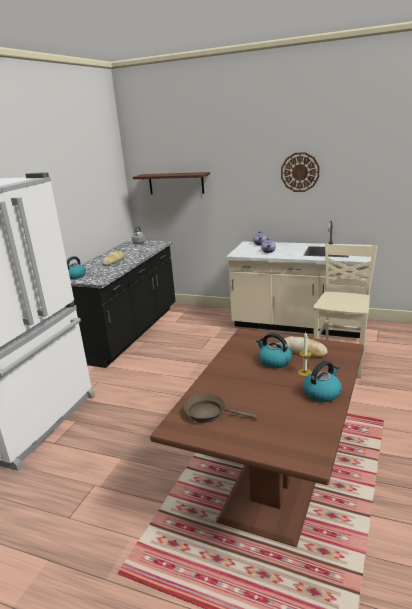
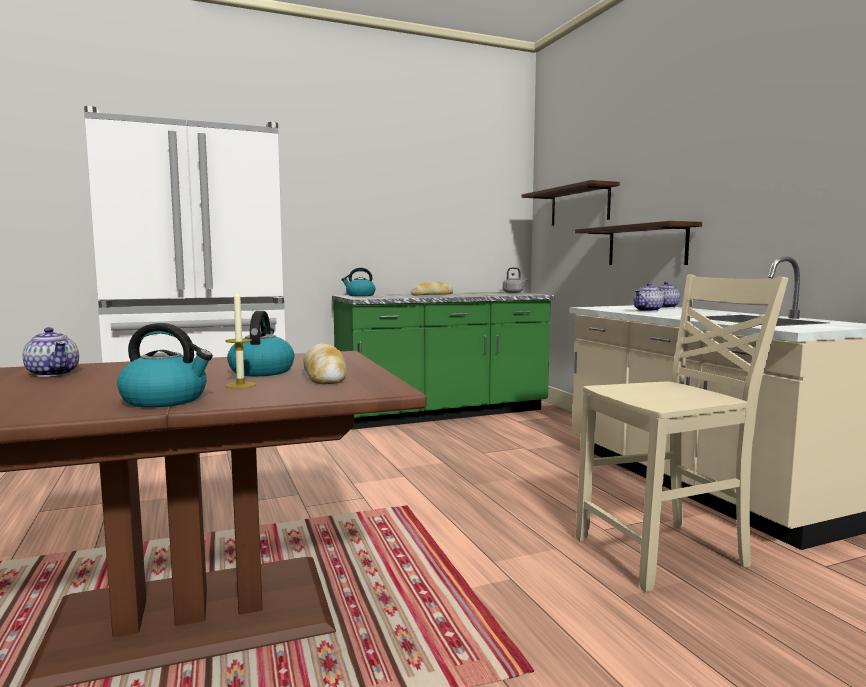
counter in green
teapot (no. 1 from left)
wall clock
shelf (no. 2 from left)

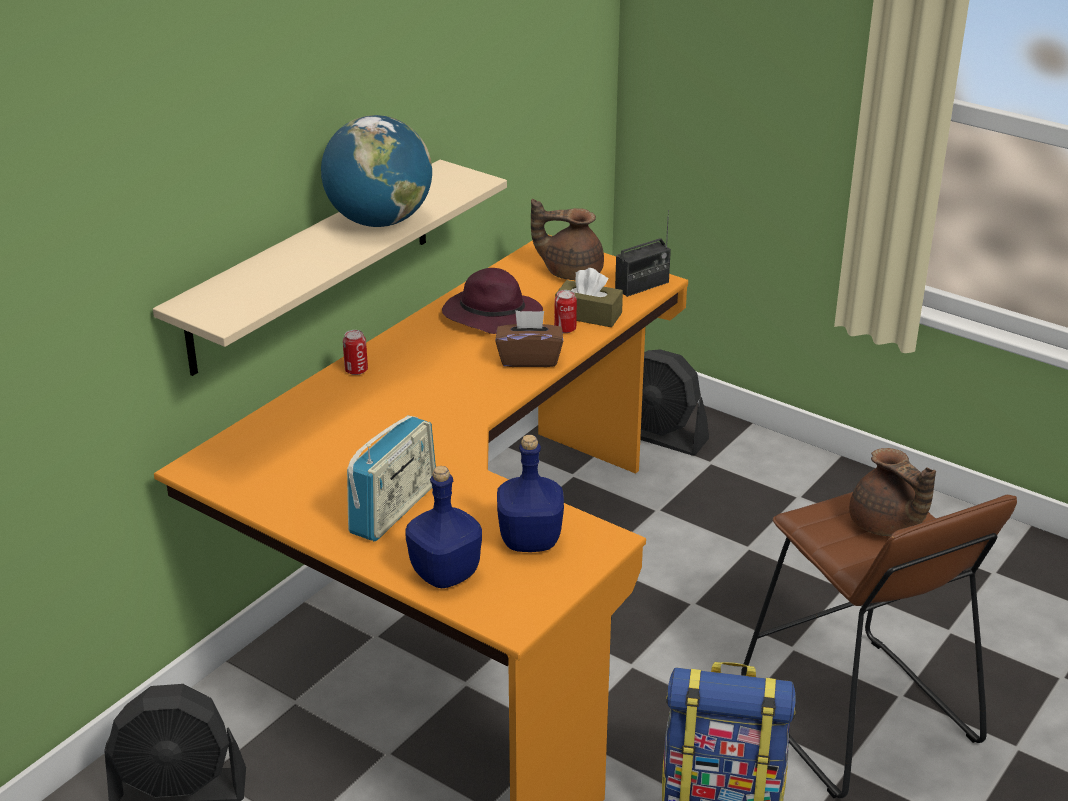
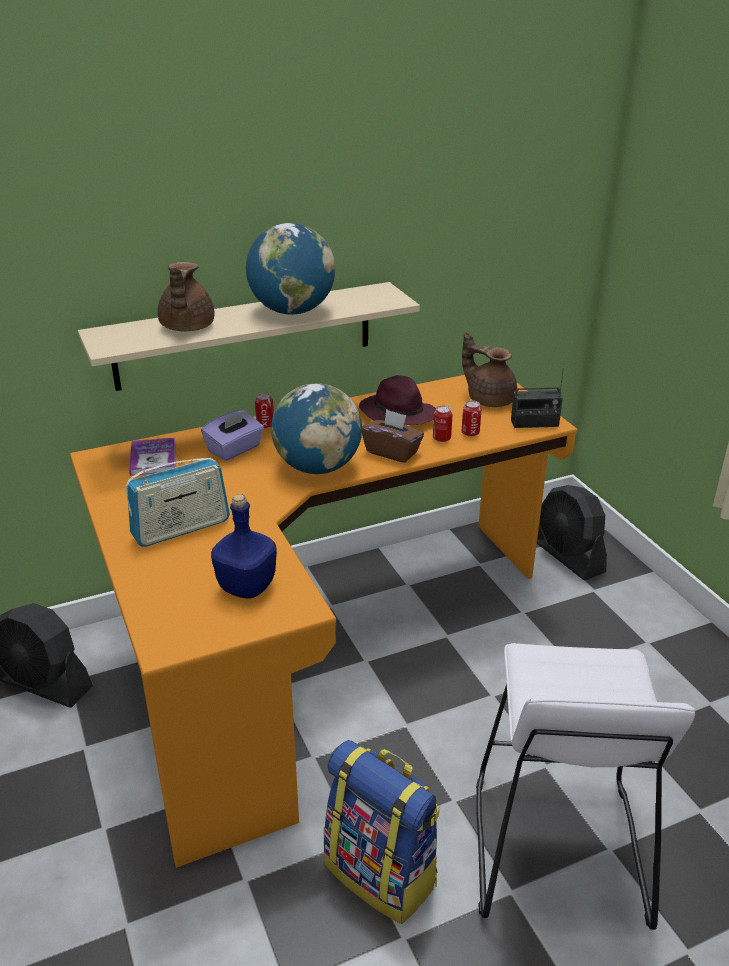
bottle in blue (no. 1 from left in the first image)
can (no. 3 from left)
stool in white
teapot in brown (no. 1 from left)
book
tissue box in purple
globe (no. 2 from left)

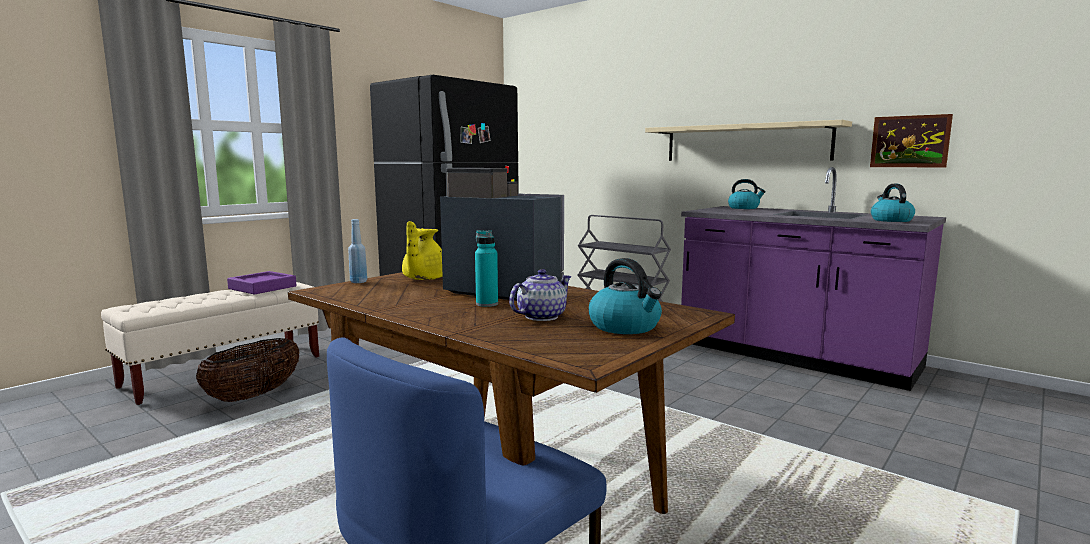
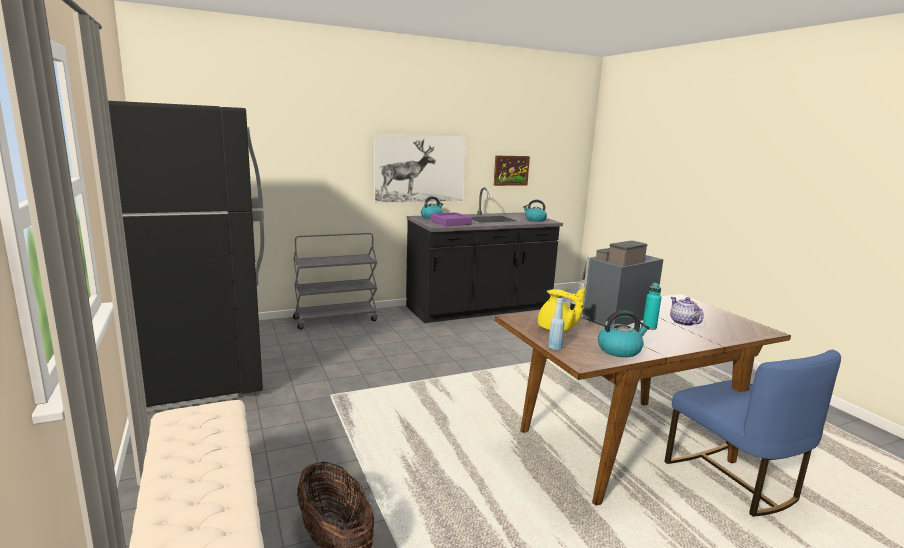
tray in purple
kettle (no. 3 from left)
picture (no. 1 from left)
counter in black

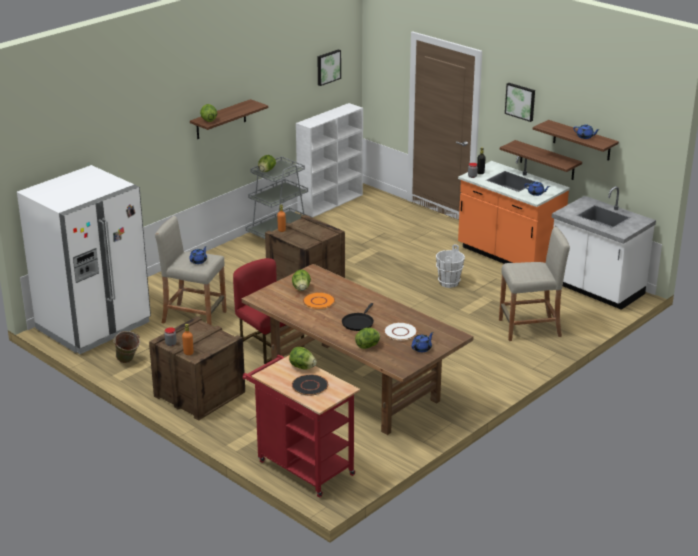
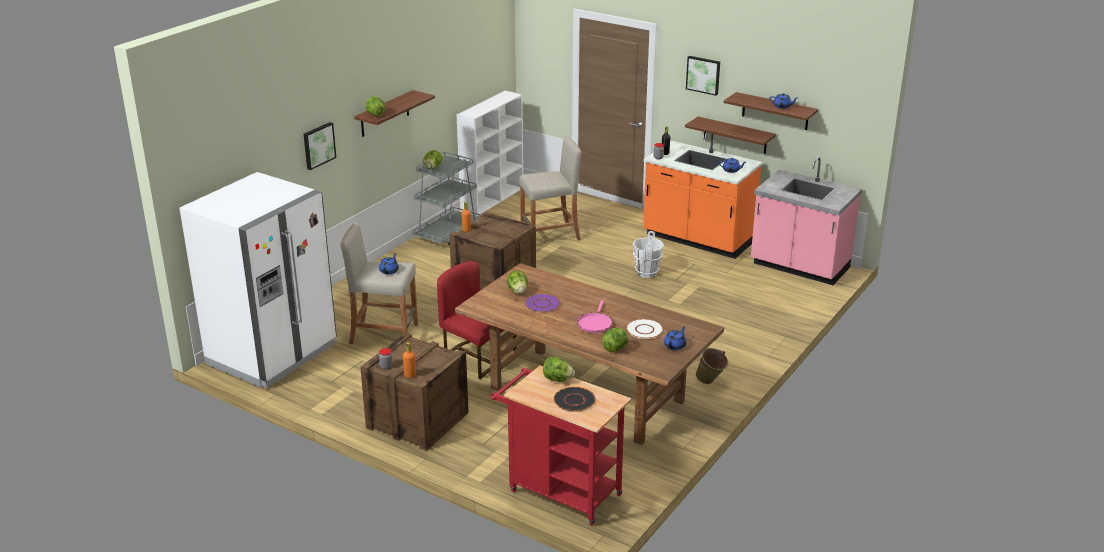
bucket in green
plate in purple
picture (no. 1 from left)
frying pan in pink
stool in beige (no. 2 from left)
counter in pink

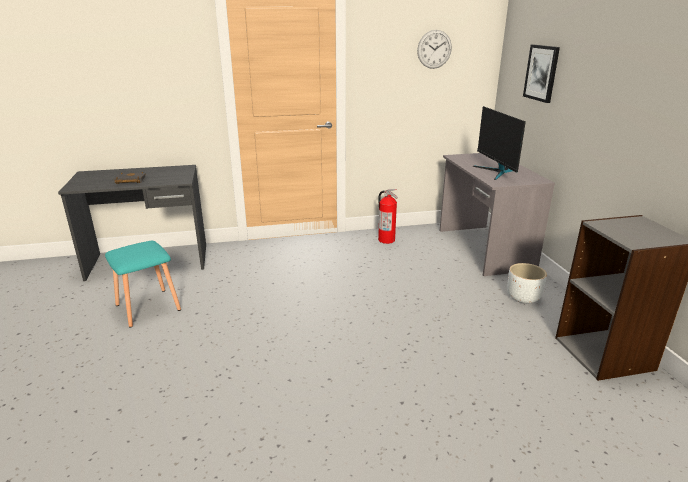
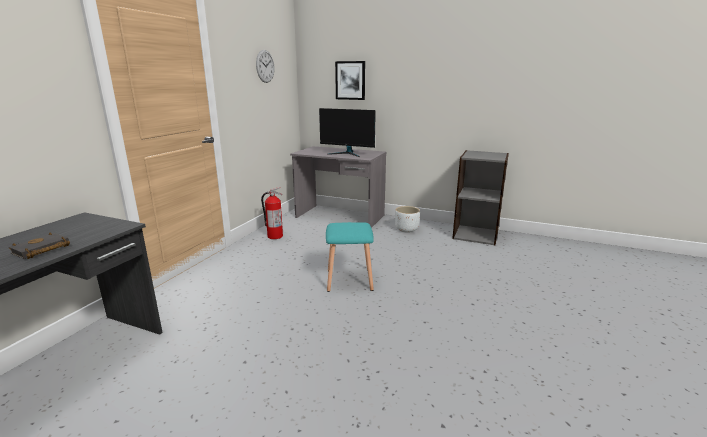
stool in turquoise

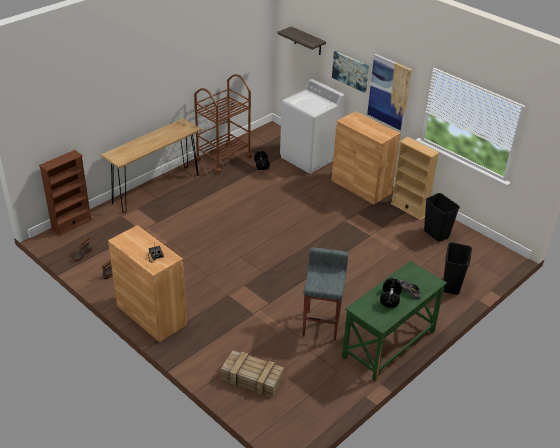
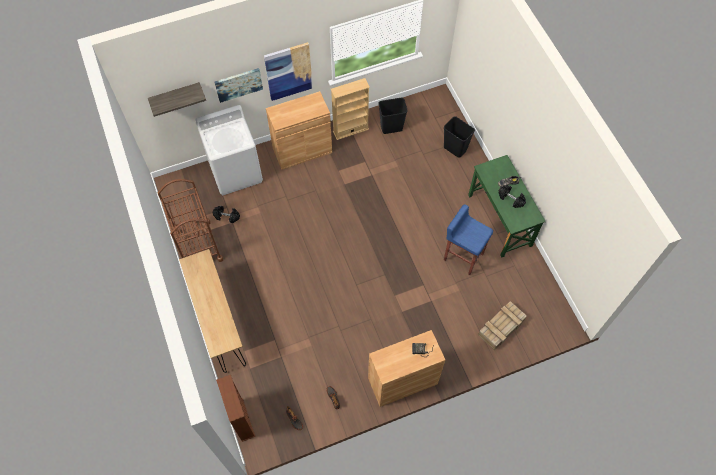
stool in blue

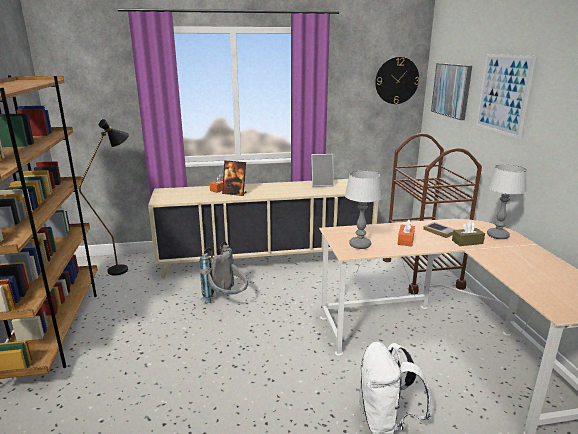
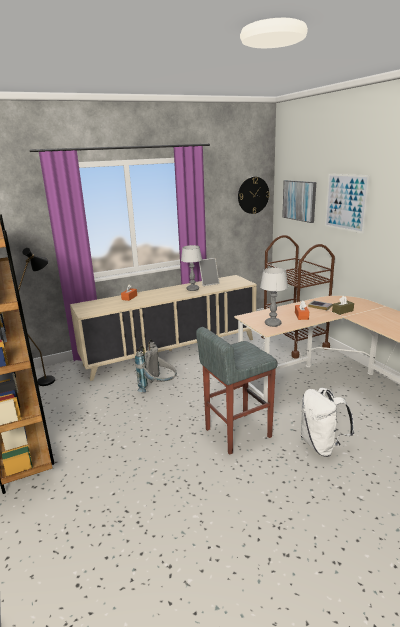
picture frame (no. 1 from left in the first image)
table lamp (no. 1 from left)
stool in grey

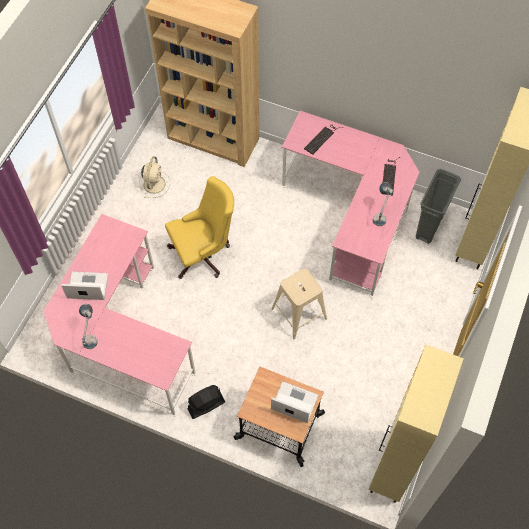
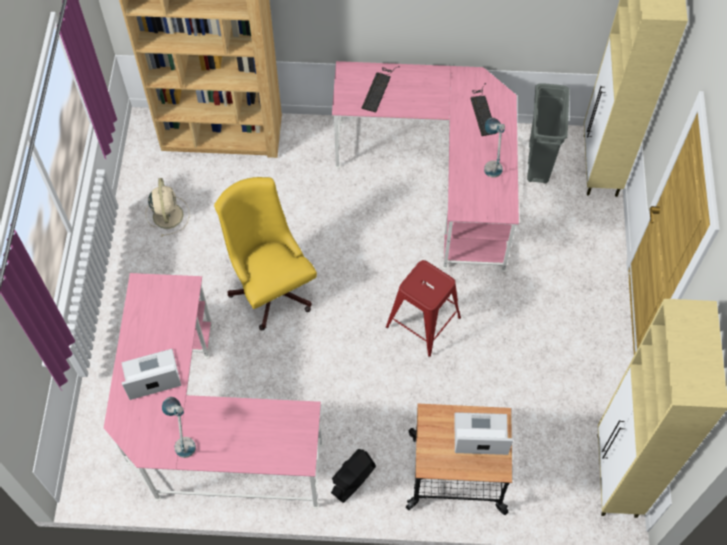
office chair in yellow
stool in red

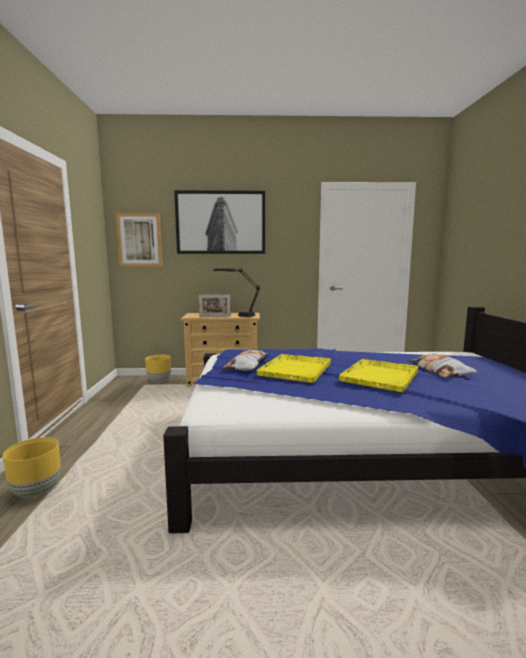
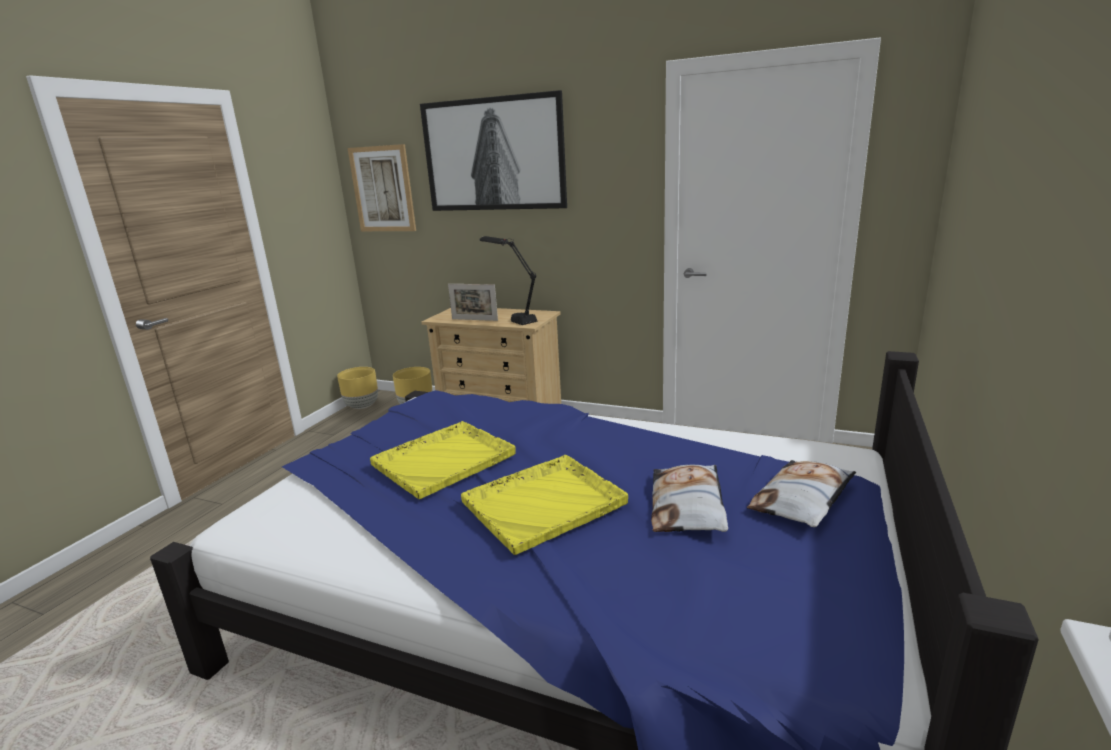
planter in yellow (no. 1 from left)
pillow (no. 2 from left)

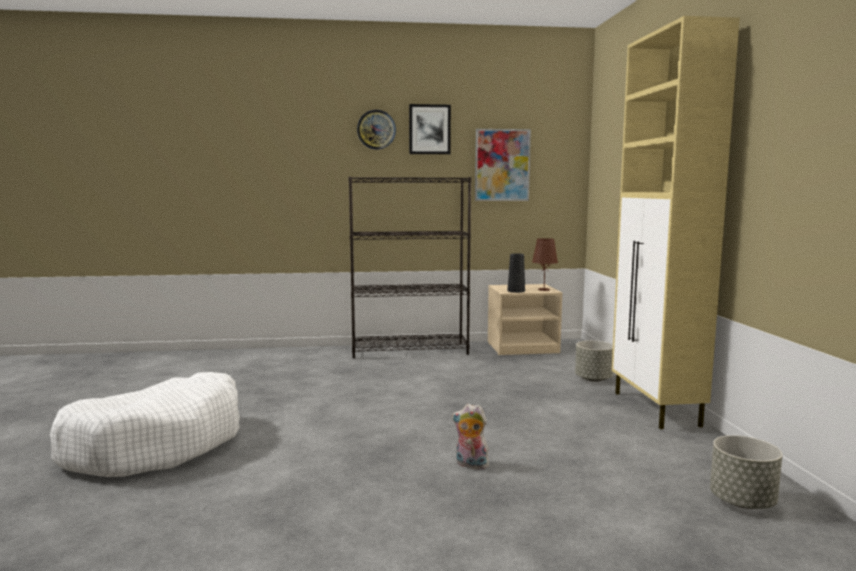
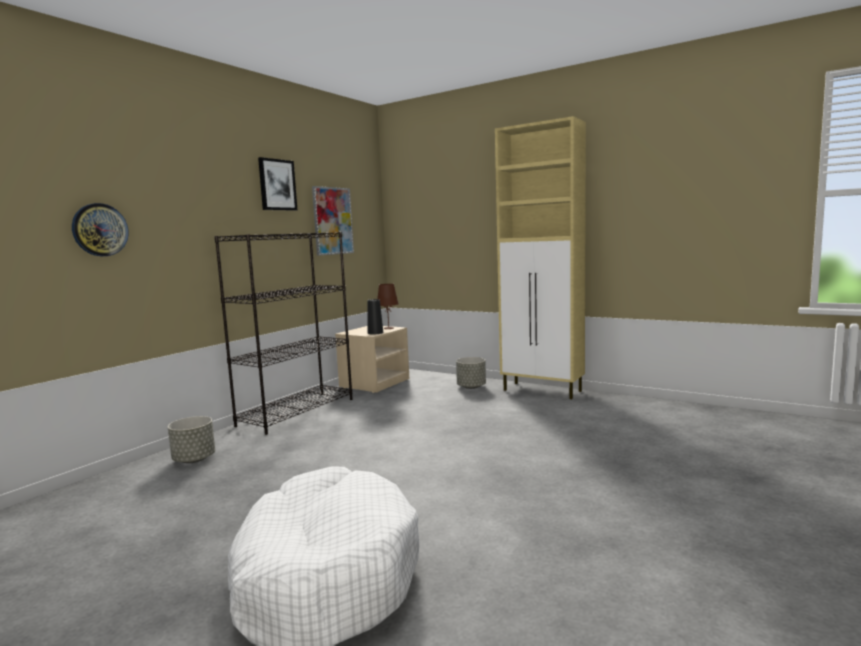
wall clock
plush toy
planter in grey (no. 1 from left)

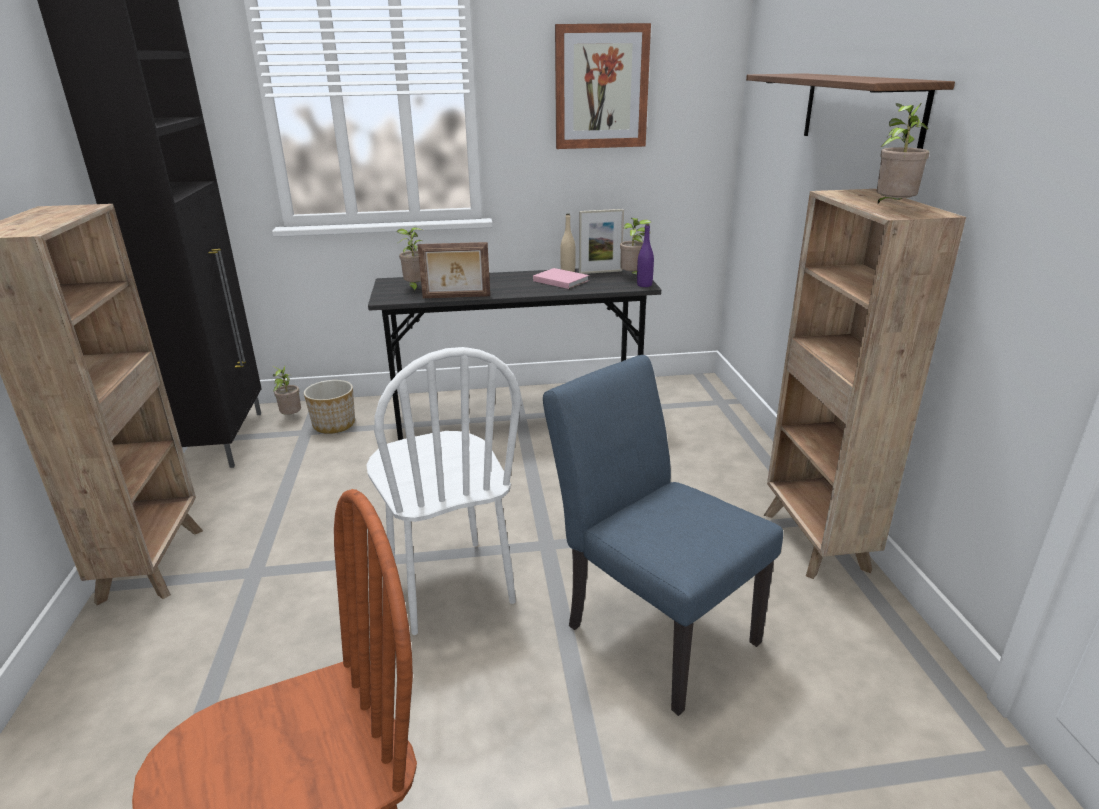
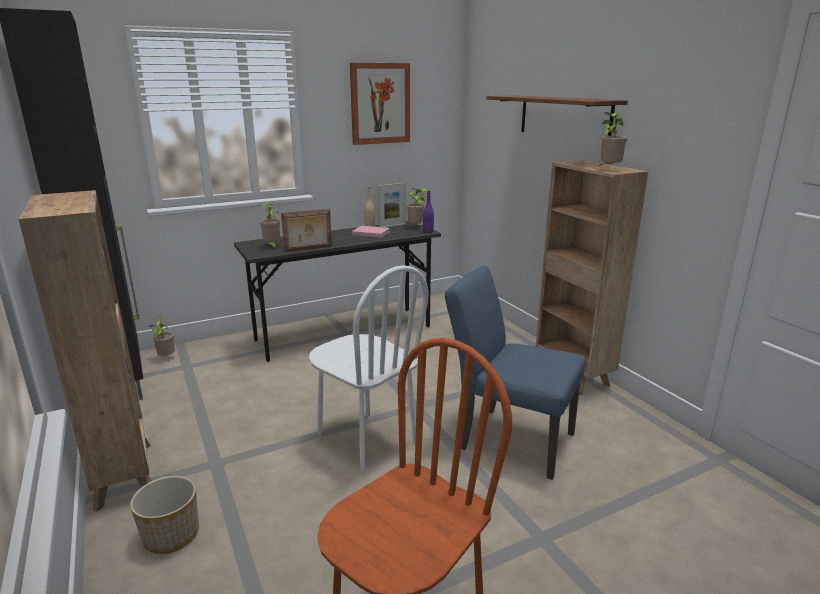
planter

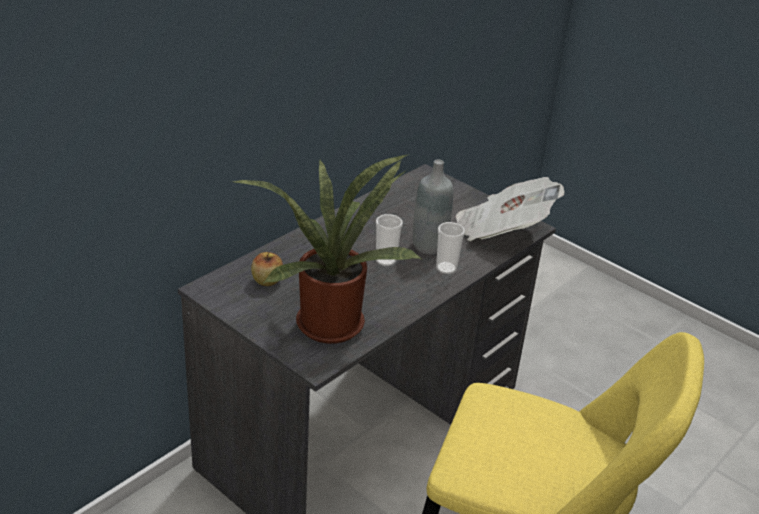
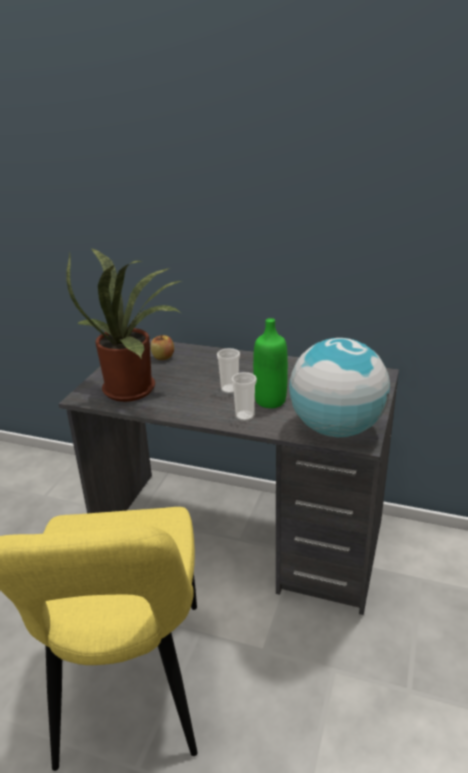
bottle in green
globe

